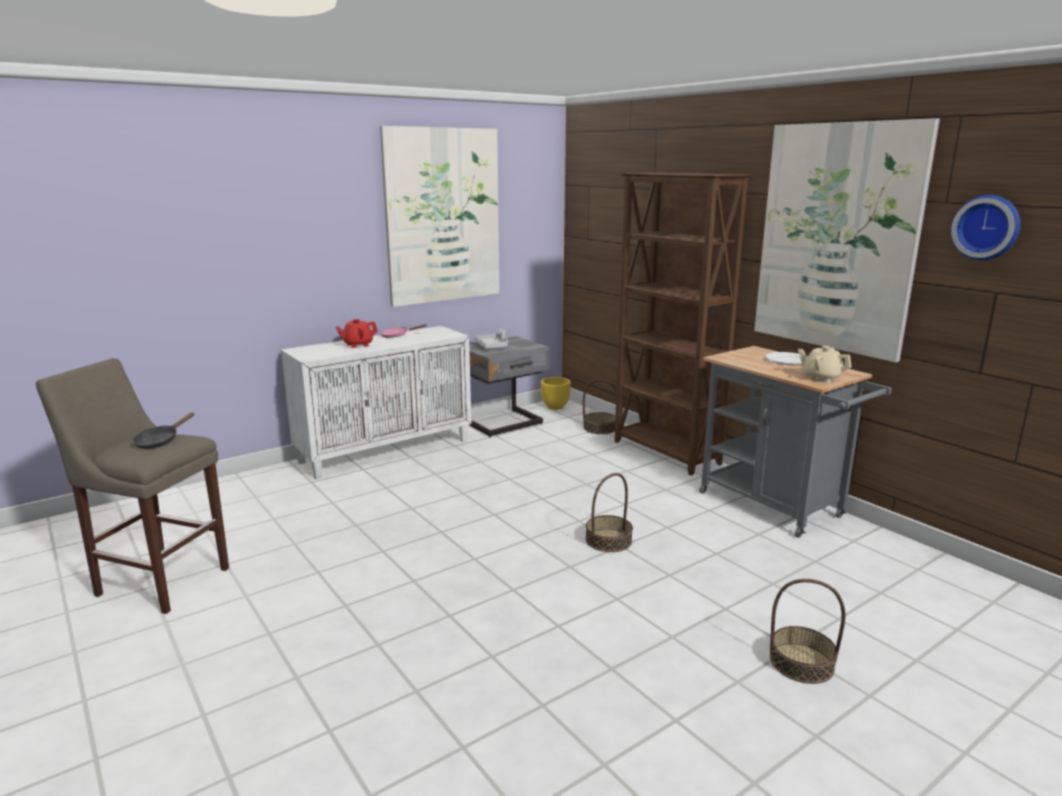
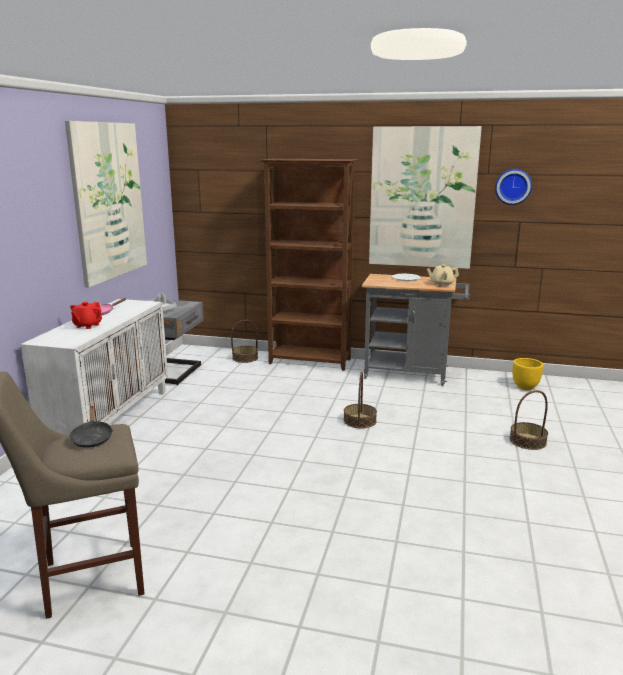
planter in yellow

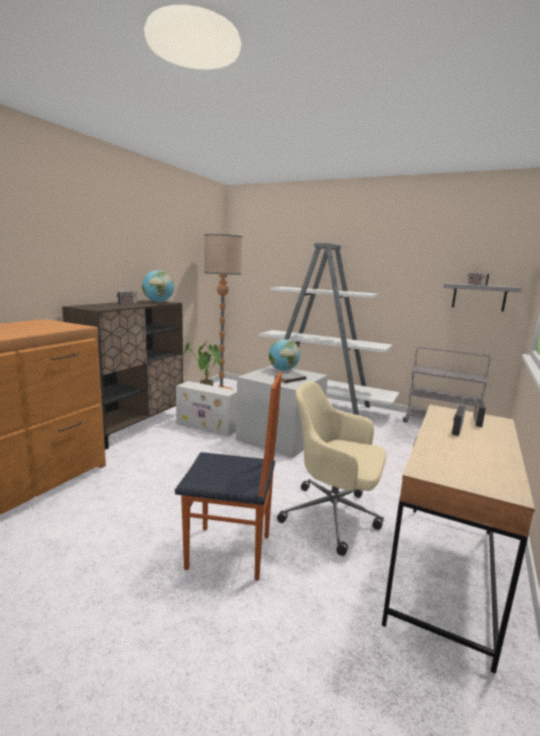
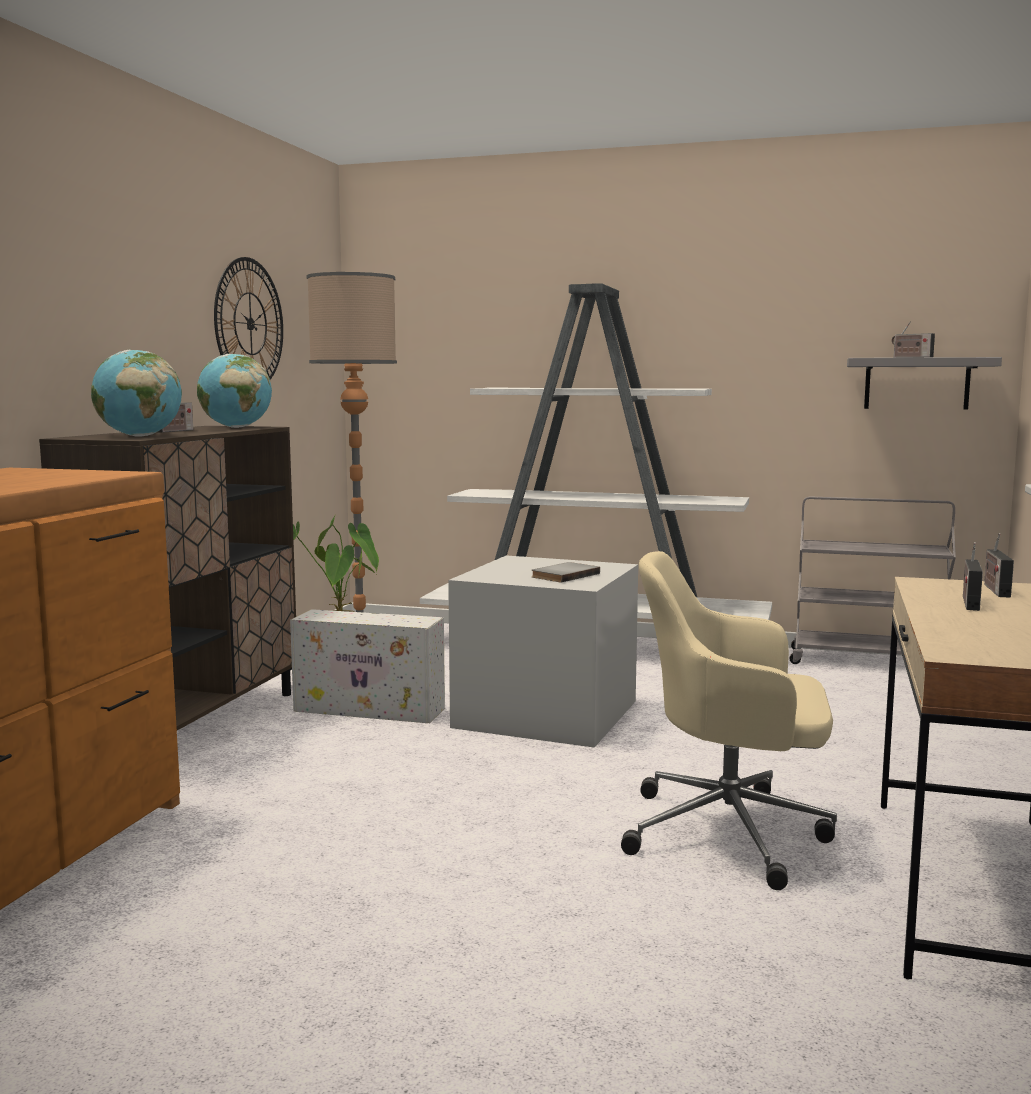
chair
globe (no. 1 from left)
wall clock

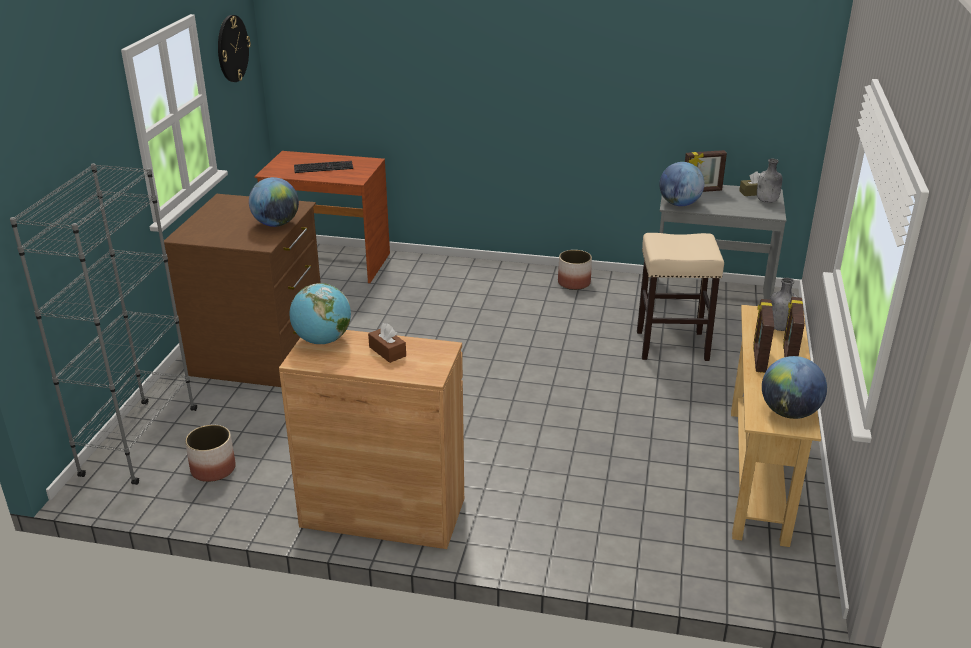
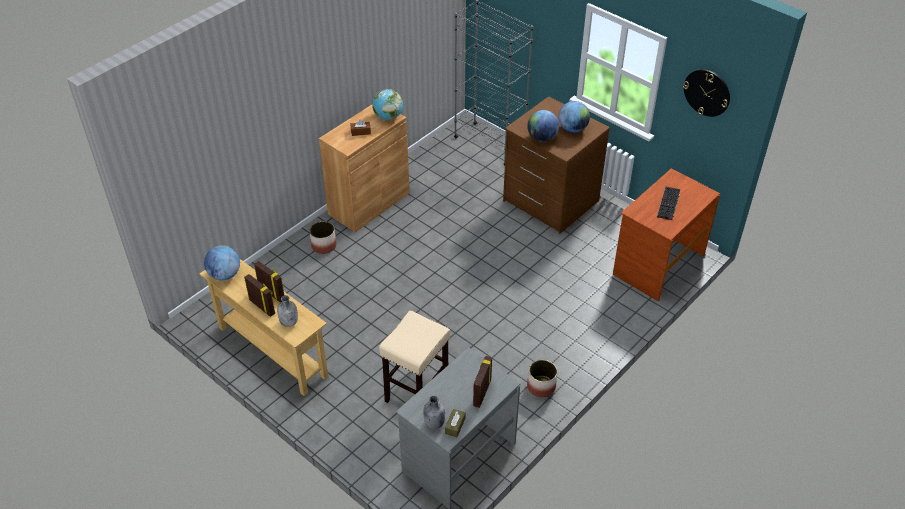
planter (no. 1 from left)
globe (no. 4 from left)

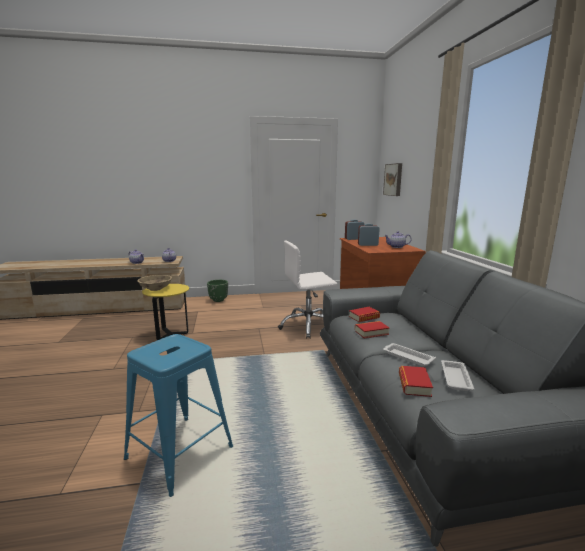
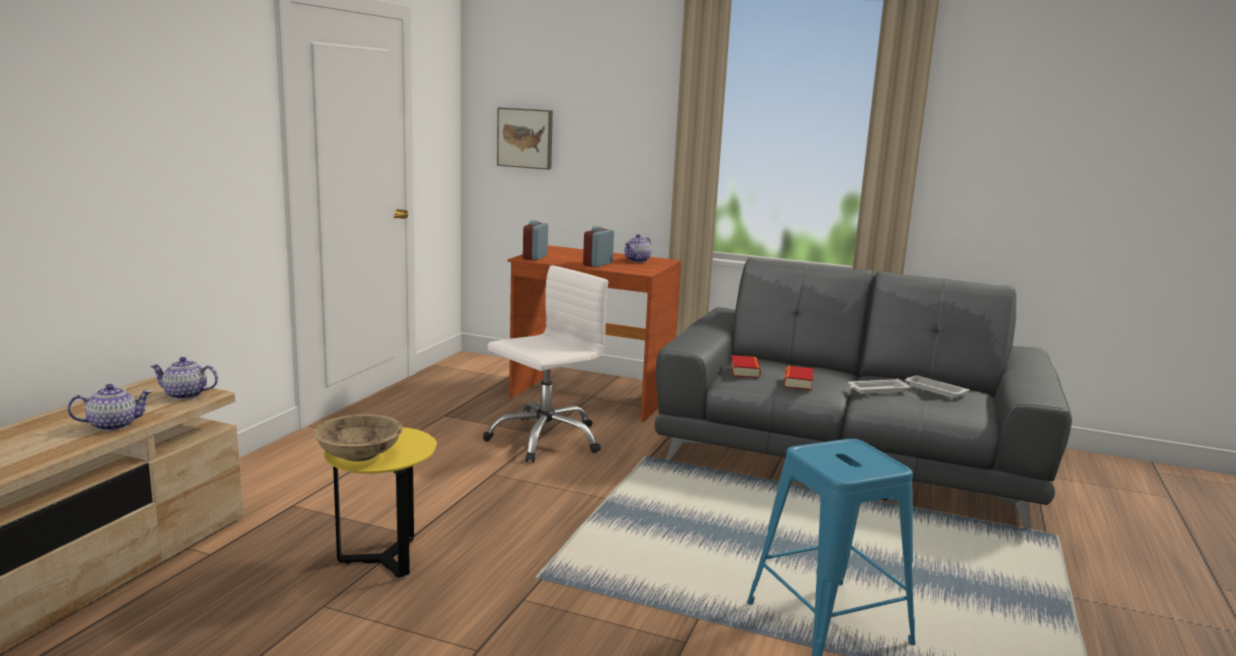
planter in green
office chair in white
book (no. 3 from left in the first image)

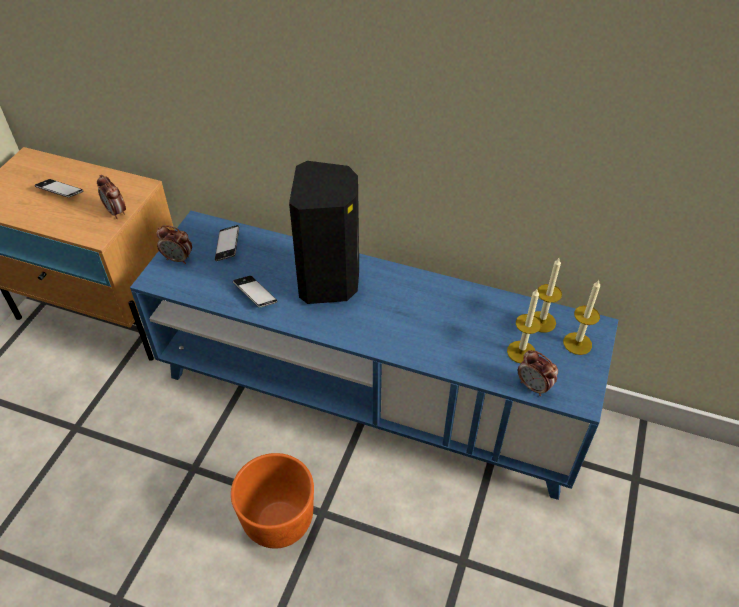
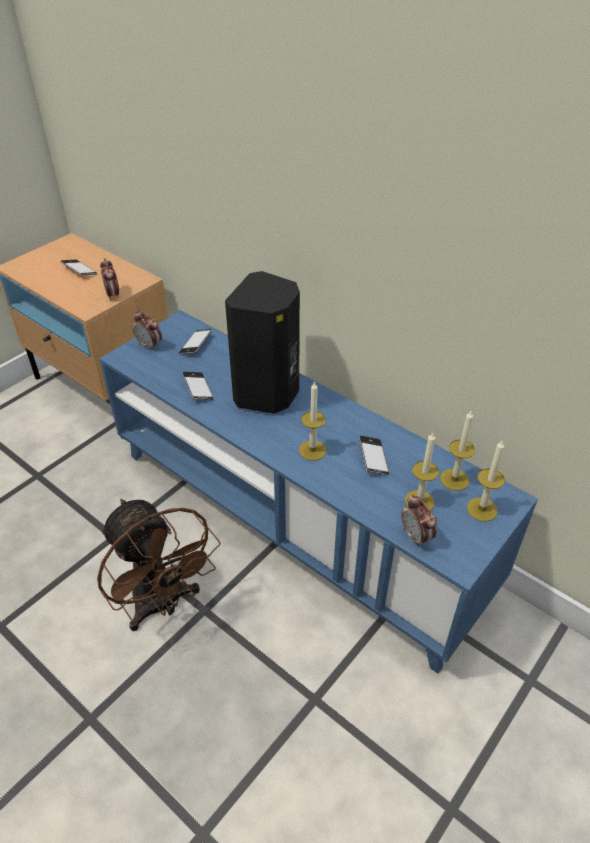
fan in brown
candle (no. 1 from left)
phone (no. 4 from left)

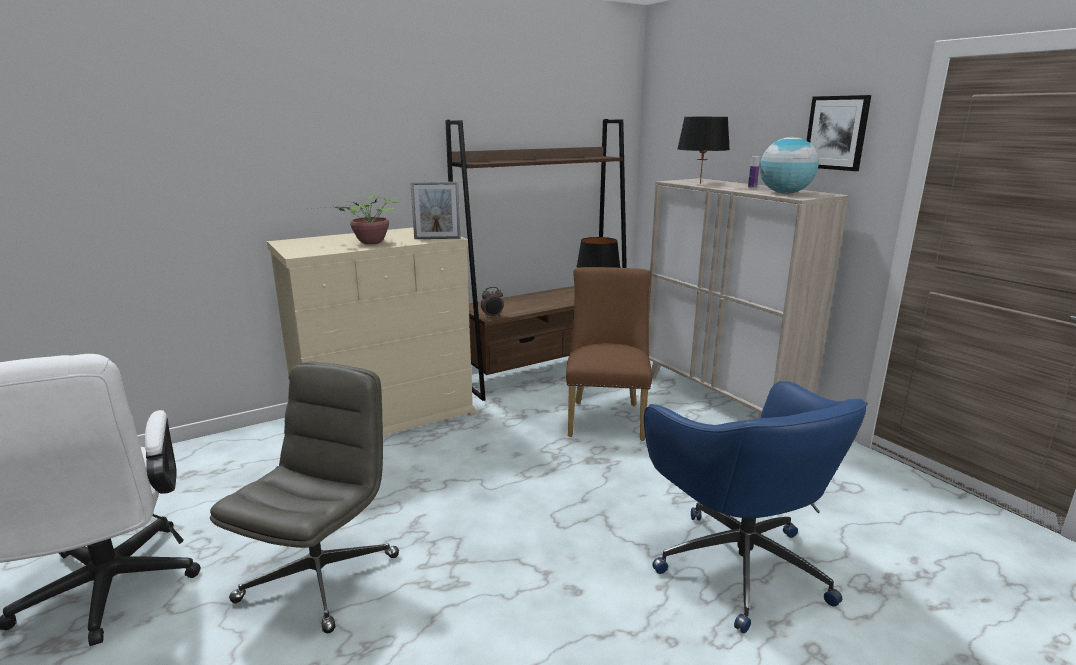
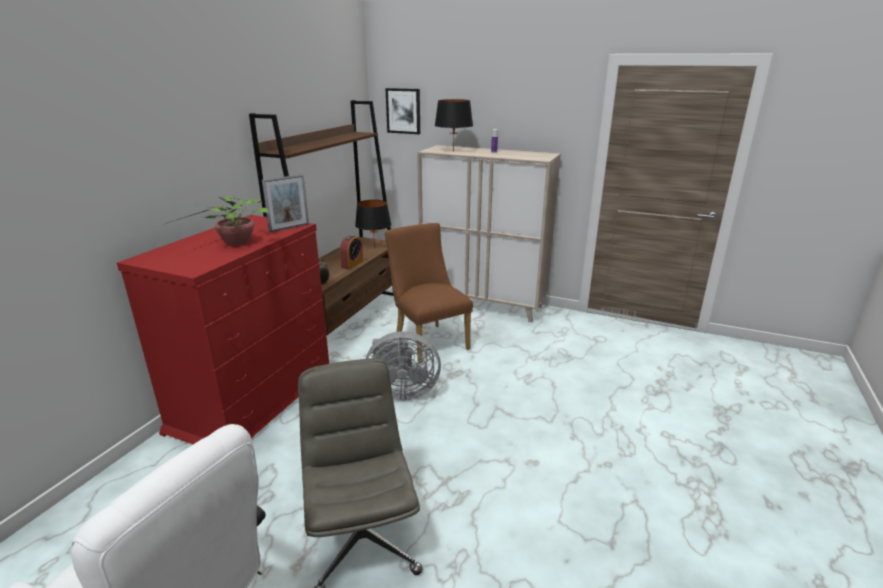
dresser in red
office chair in blue
globe
picture
alarm clock (no. 2 from left)
fan in grey

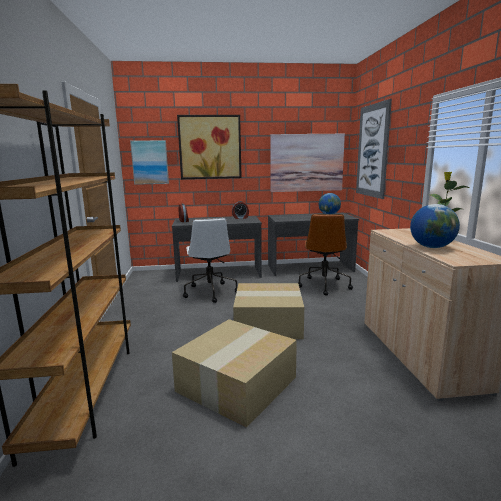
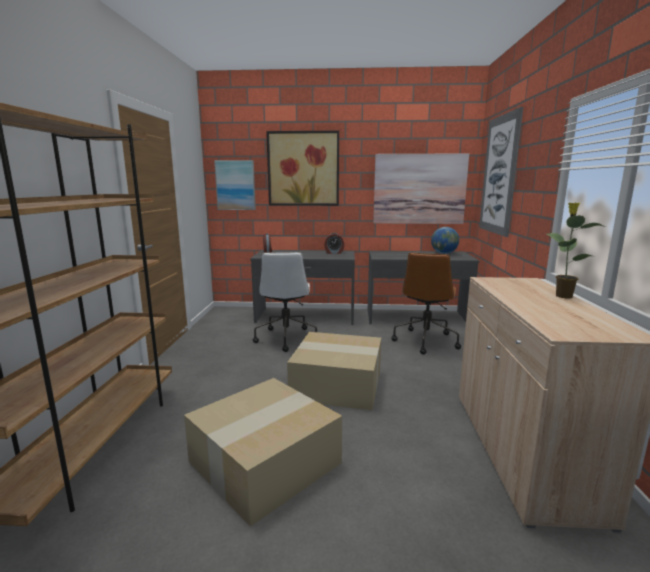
globe (no. 2 from left in the first image)

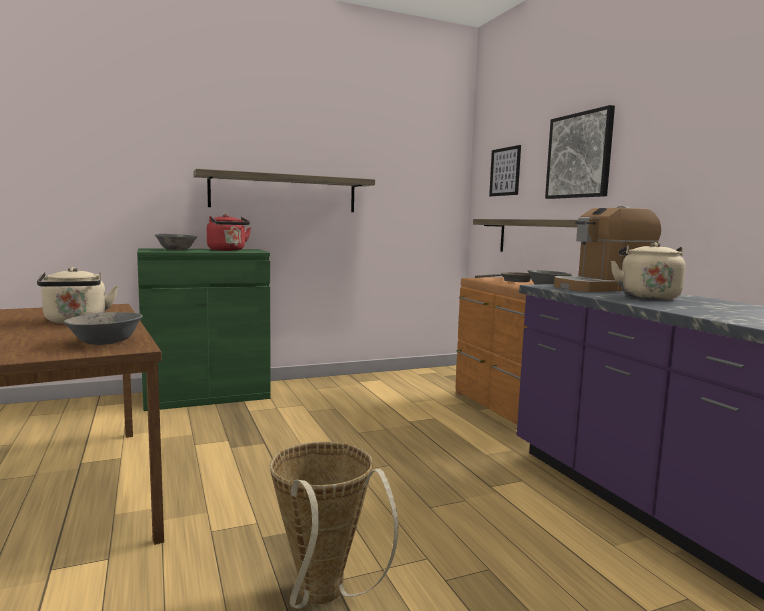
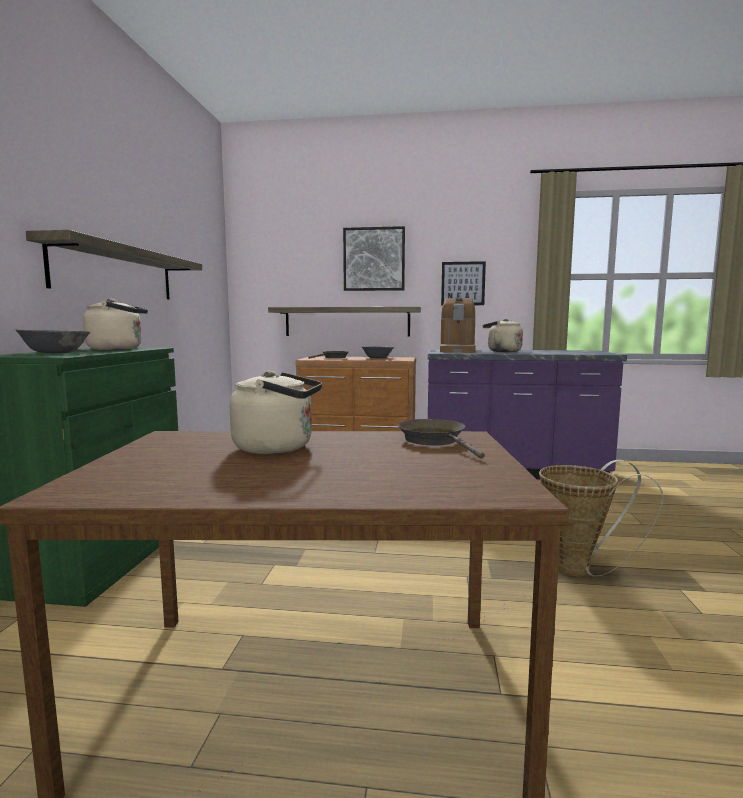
frying pan in brown (no. 2 from left)
kettle in beige (no. 1 from left)
picture (no. 2 from left)

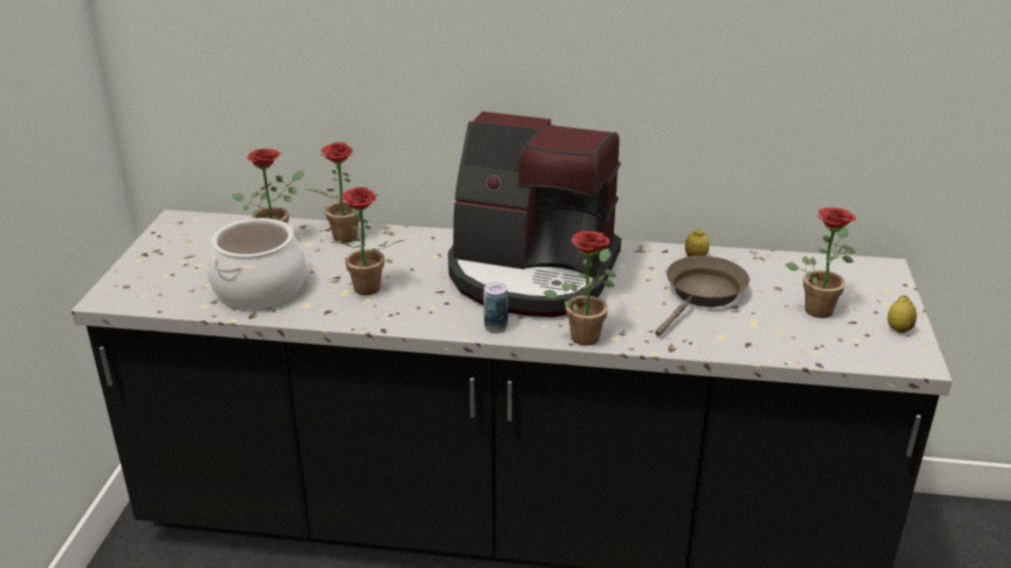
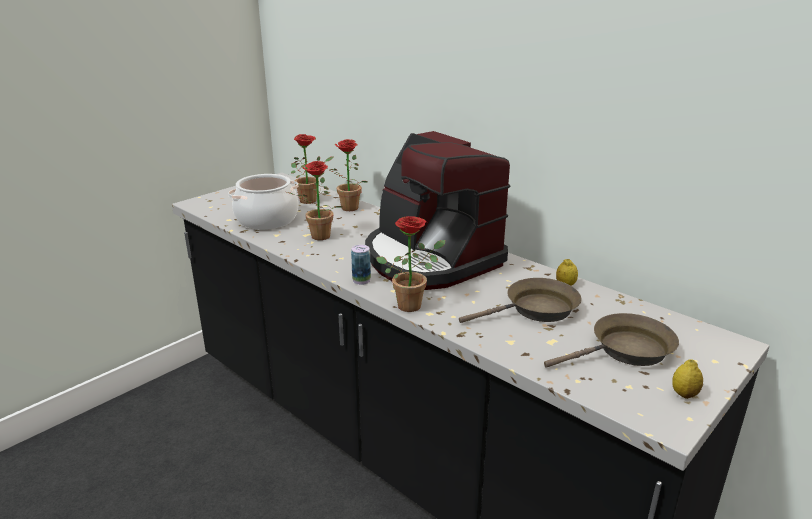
frying pan in brown (no. 2 from left)

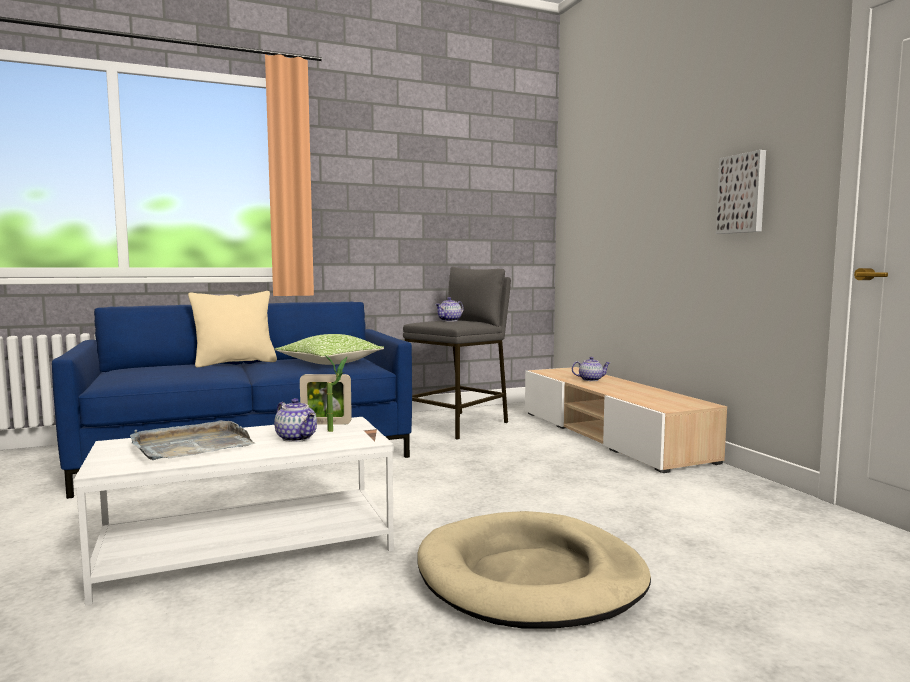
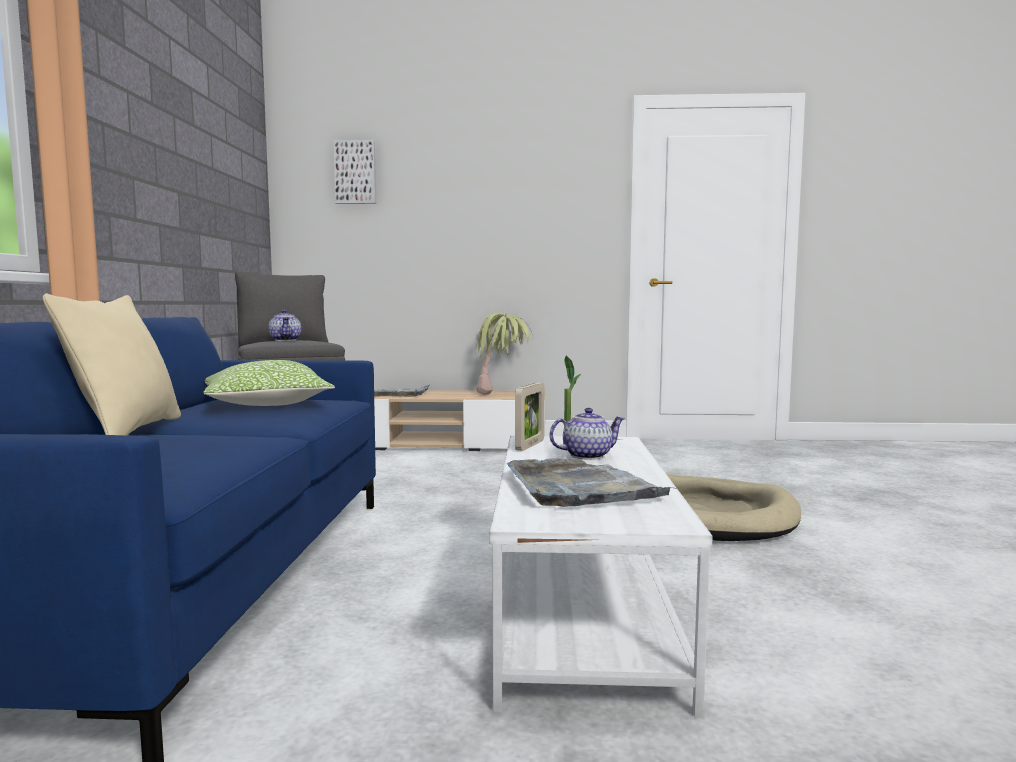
tray in grey (no. 1 from left)
picture
potted plant (no. 1 from left)

